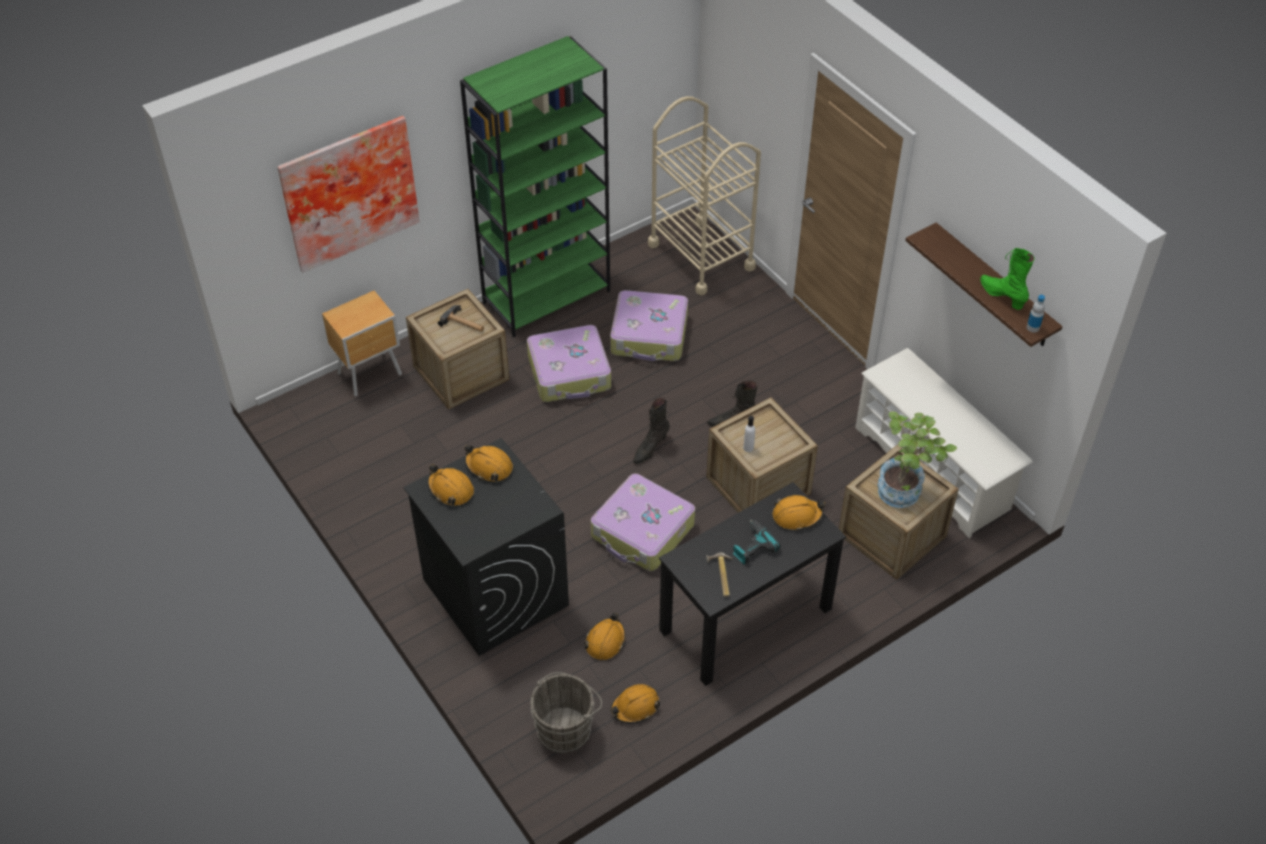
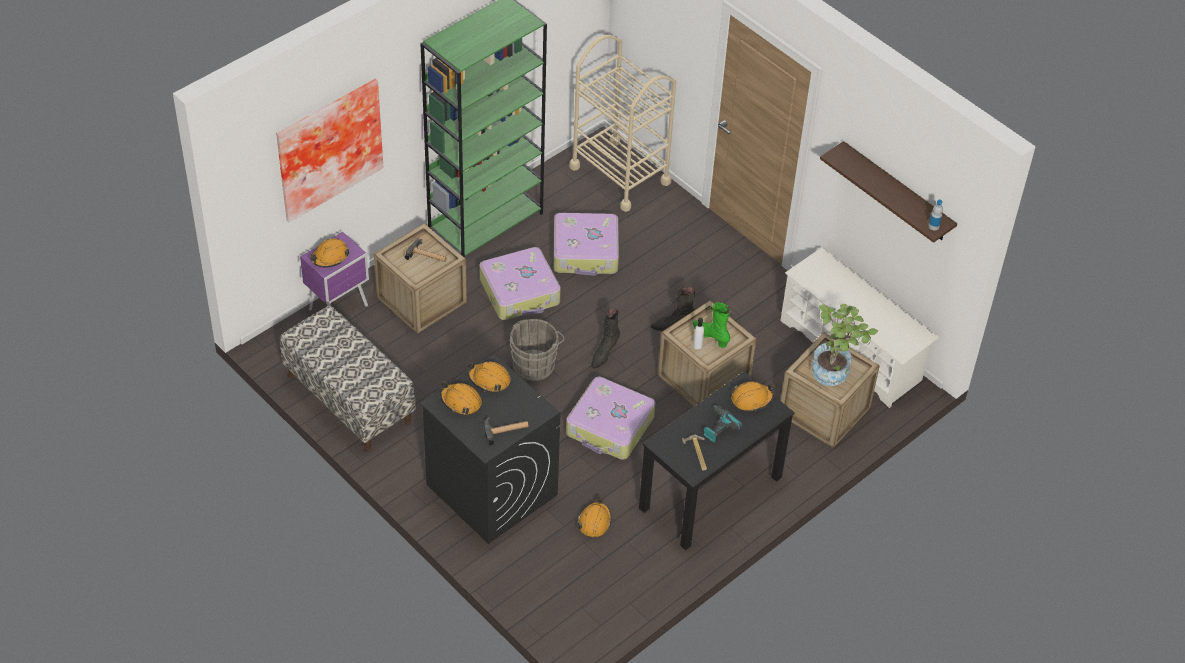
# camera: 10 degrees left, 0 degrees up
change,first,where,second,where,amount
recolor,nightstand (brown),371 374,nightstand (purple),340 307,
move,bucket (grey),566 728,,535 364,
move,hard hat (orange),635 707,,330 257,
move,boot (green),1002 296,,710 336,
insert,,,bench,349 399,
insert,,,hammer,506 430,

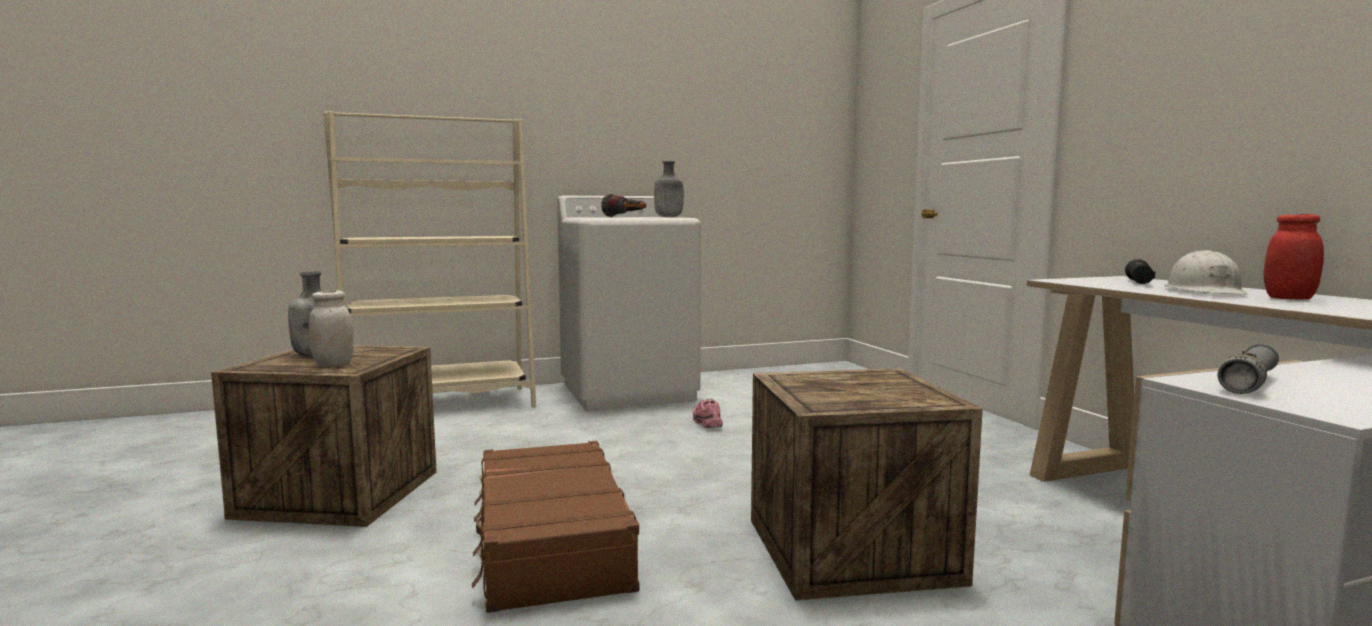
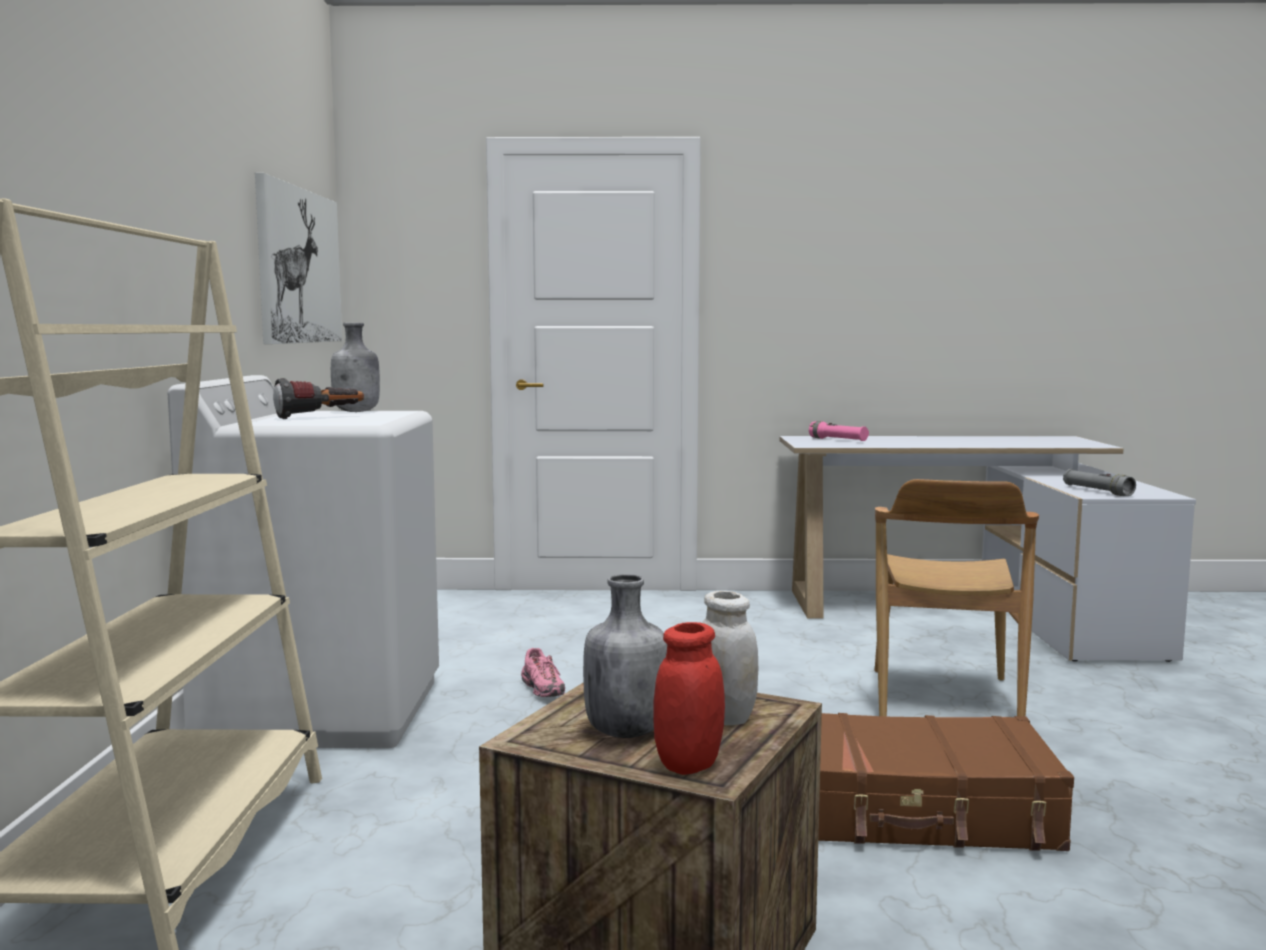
# camera: 70 degrees left, 0 degrees up
change,first,where,second,where,amount
rotate,shoe (pink),707 423,,543 690,120 degrees counterclockwise
replace,crate,851 550,chair (brown),943 698,
recolor,flashlight (black),1138 282,flashlight (pink),838 440,
delete,hard hat (white),1205 291,,,
move,jar (red),1289 298,,689 764,
insert,,,picture,299 266,

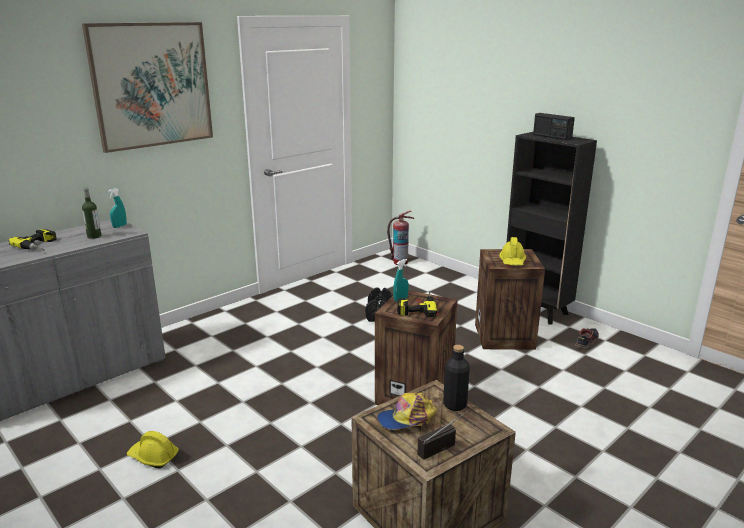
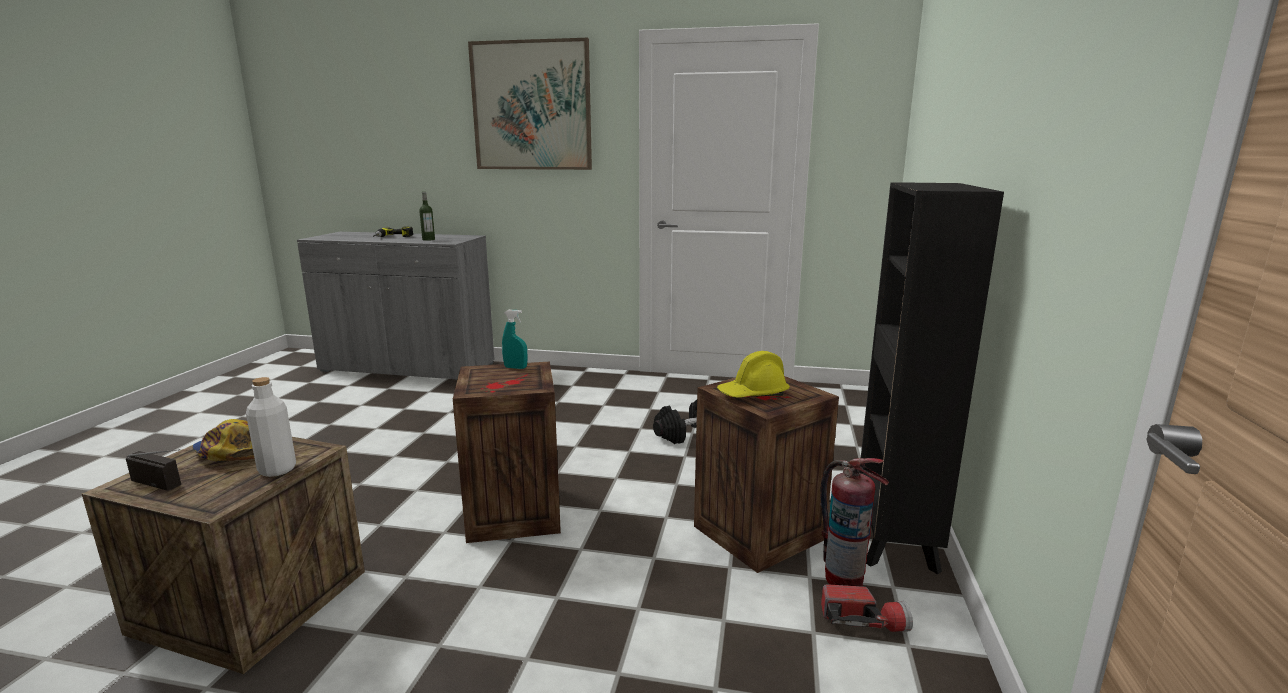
# camera: 55 degrees right, 5 degrees down
change,first,where,second,where,amount
delete,spray bottle (turquoise),119 226,,,
delete,hard hat (yellow),153 457,,,
move,fire extinguisher,400 262,,843 578,
delete,power drill,416 306,,,
recolor,bottle (black),455 405,bottle (white),277 470,
delete,radio,552 137,,,
replace,shoe,586 342,flashlight,863 622,

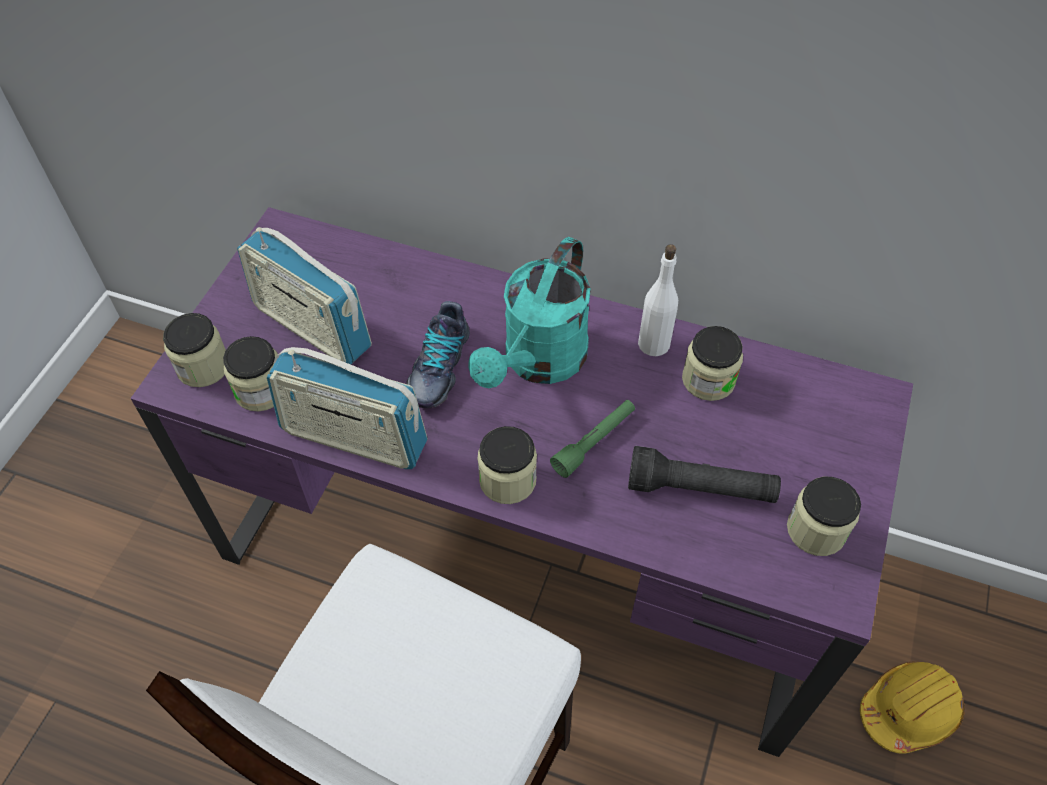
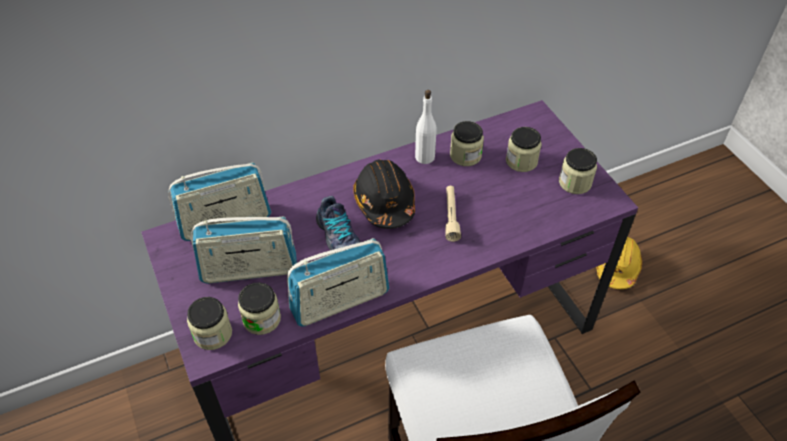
# camera: 45 degrees left, 5 degrees down
change,first,where,second,where,amount
replace,watering can (turquoise),538 363,hard hat (black),384 202,
move,jar,507 480,,521 161,
recolor,flashlight (green),594 442,flashlight (beige),451 216,
delete,flashlight (black),700 489,,,
insert,,,radio,225 222,

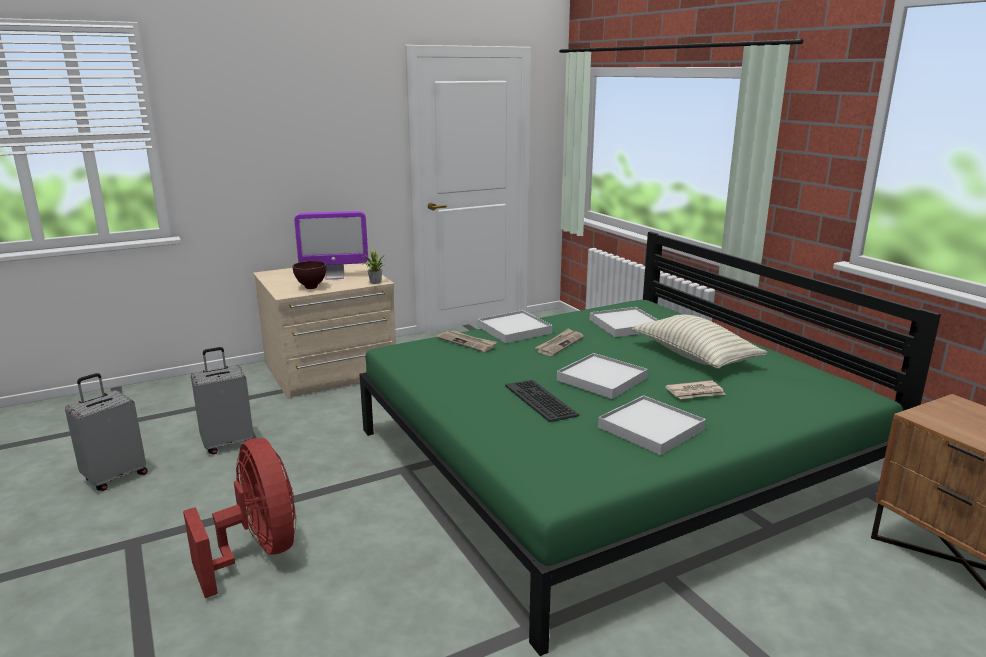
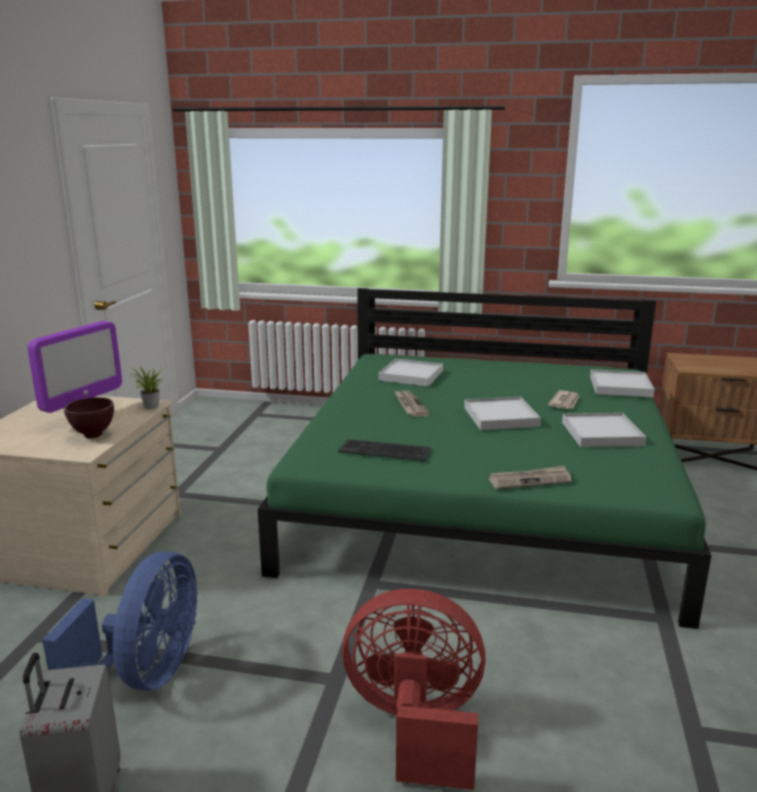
# camera: 50 degrees left, 0 degrees up
change,first,where,second,where,amount
replace,suitcase (grey),228 443,fan (blue),146 674,
move,newspaper,467 342,,530 480,
move,tray (white),514 330,,620 386,
move,keyboard,541 400,,385 450,
delete,pillow,694 357,,,

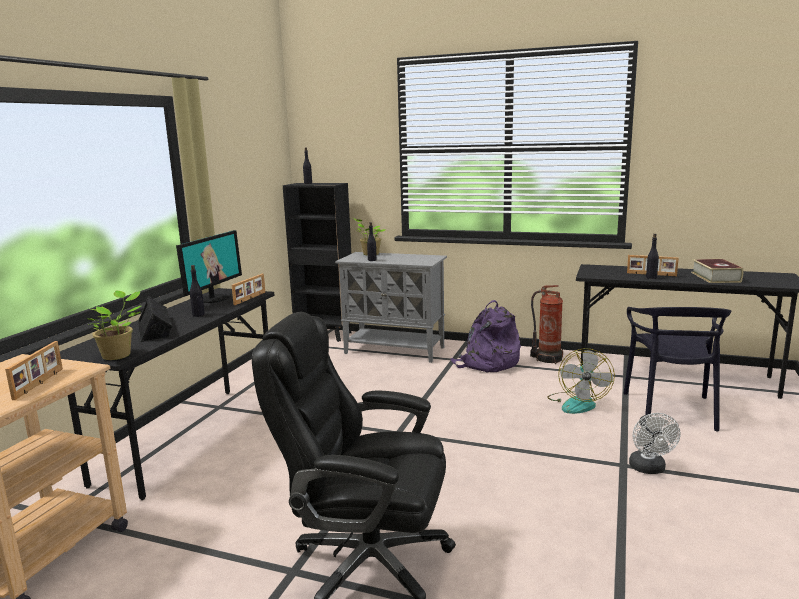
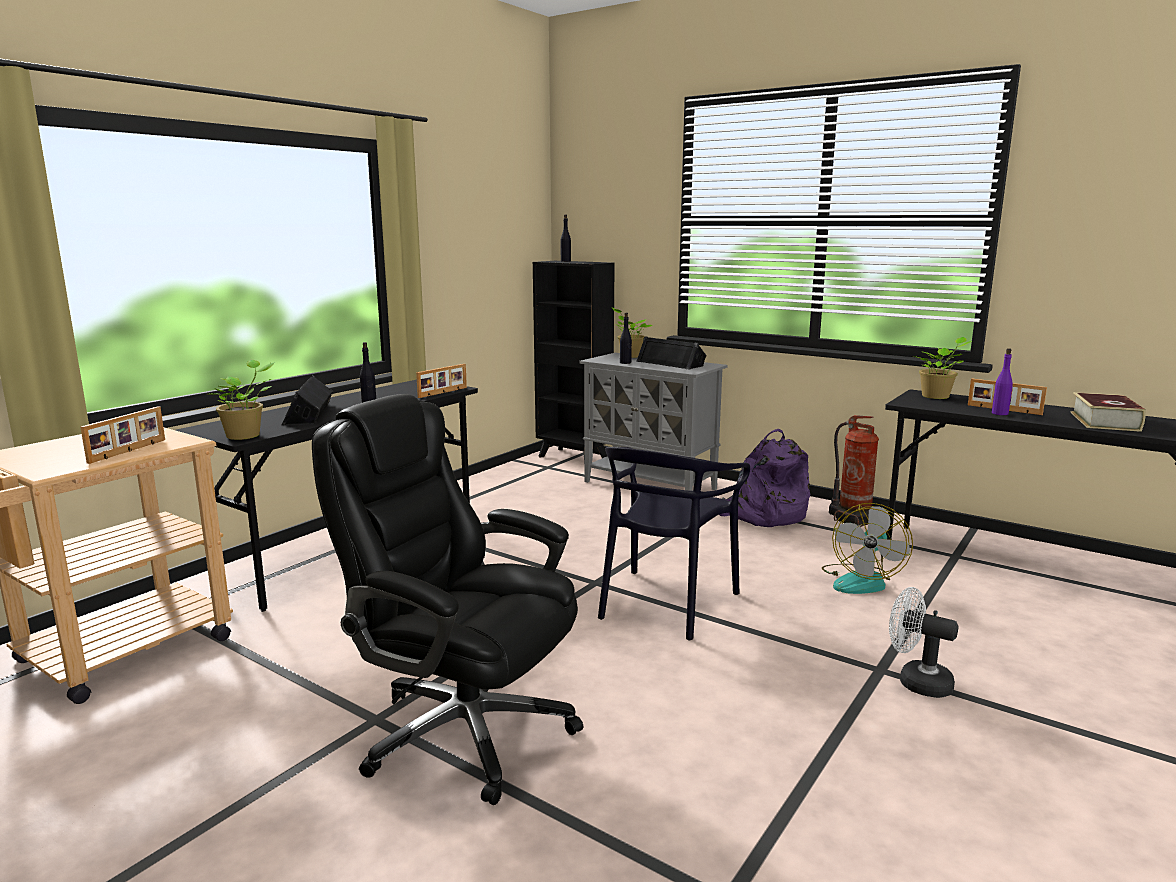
# camera: 15 degrees right, 0 degrees up
change,first,where,second,where,amount
delete,monitor,213 298,,,
move,chair (black),671 410,,666 603,
rotate,fan (white),649 469,,916 682,105 degrees clockwise
recolor,bottle (black),651 277,bottle (purple),999 413,
insert,,,speaker (black),671 363,
insert,,,potted plant,937 397,

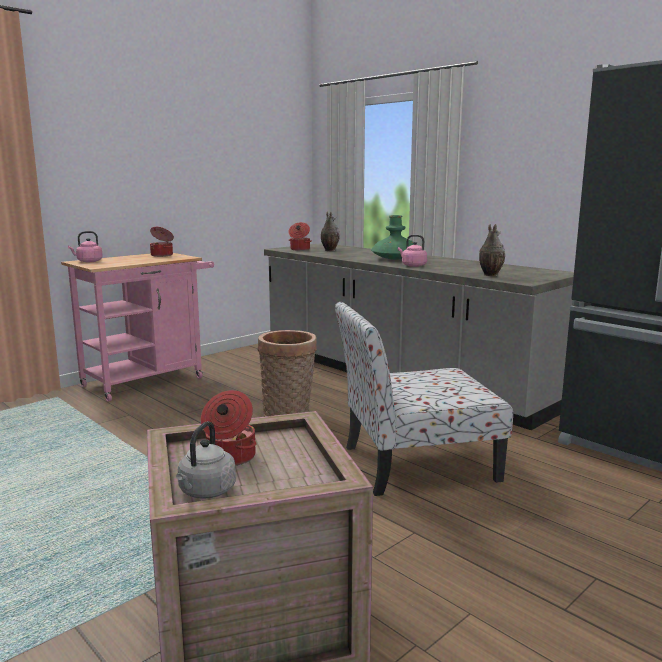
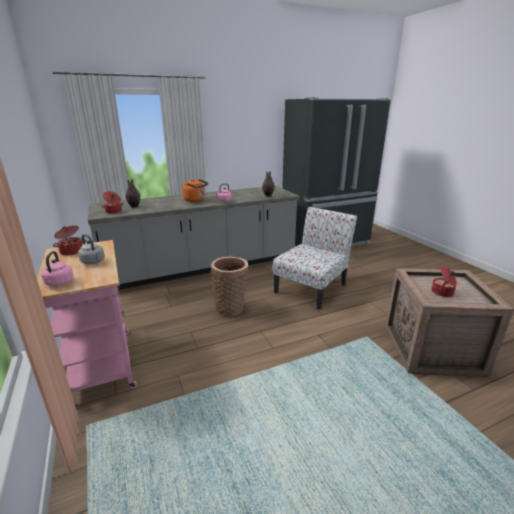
# camera: 70 degrees left, 10 degrees up
change,first,where,second,where,amount
move,kettle (grey),205 492,,93 262,
rotate,chair,415 464,,311 287,150 degrees counterclockwise
replace,vase (green),395 259,kettle (orange),195 200,

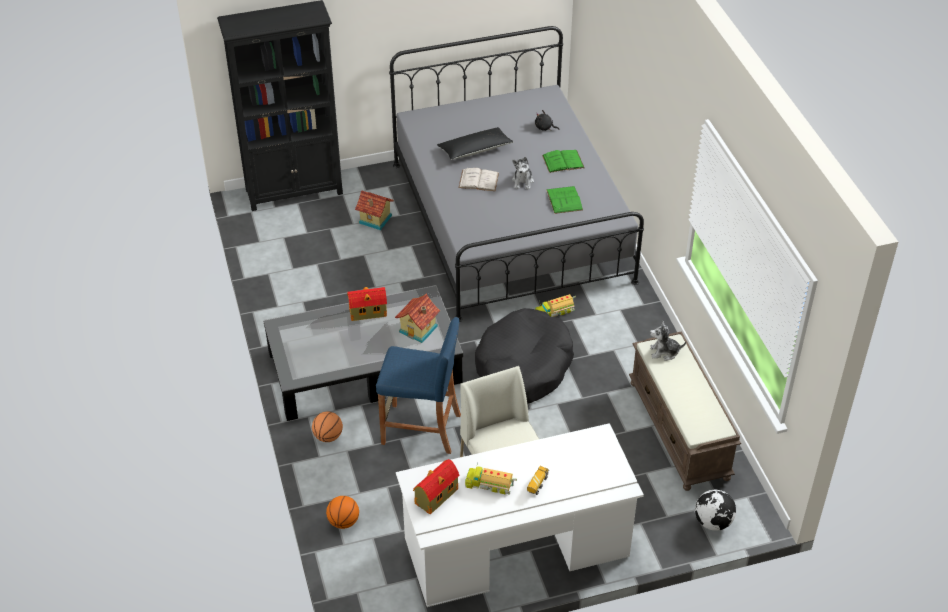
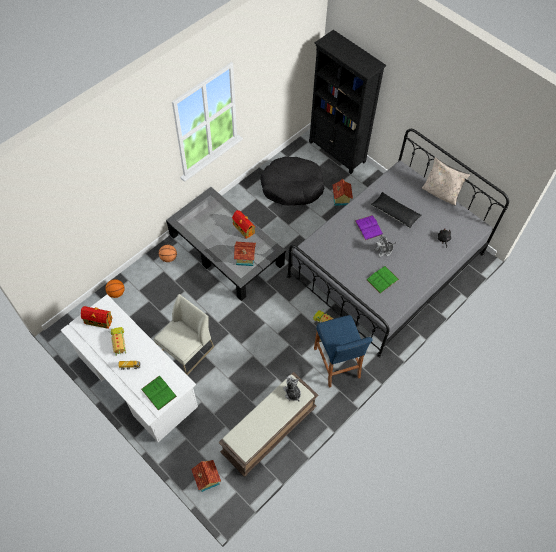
# camera: 60 degrees right, 15 degrees up
change,first,where,second,where,amount
move,stool (blue),421 429,,336 362,
recolor,book (white),478 180,book (purple),368 227,
move,dog bed (black),523 367,,292 186,
move,book (green),563 161,,158 392,
replace,globe,713 522,toy house,206 479,
insert,,,pillow (beige),440 193,

